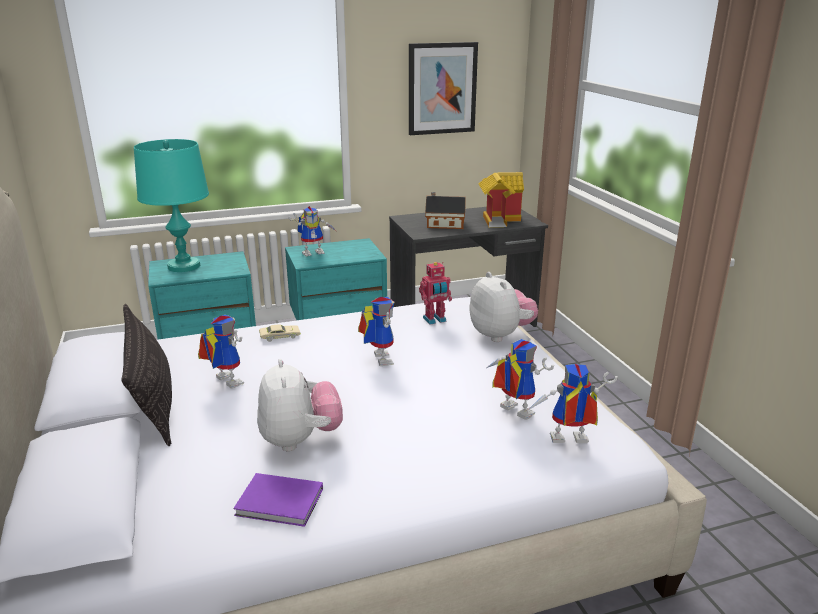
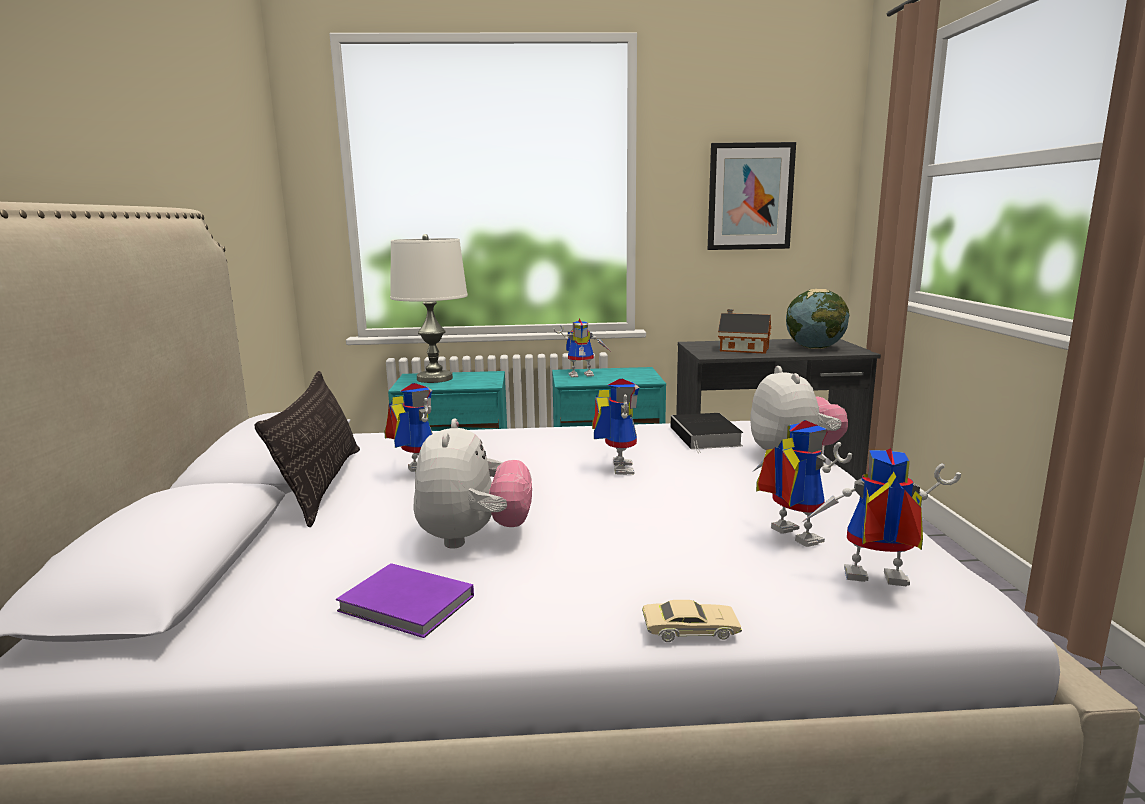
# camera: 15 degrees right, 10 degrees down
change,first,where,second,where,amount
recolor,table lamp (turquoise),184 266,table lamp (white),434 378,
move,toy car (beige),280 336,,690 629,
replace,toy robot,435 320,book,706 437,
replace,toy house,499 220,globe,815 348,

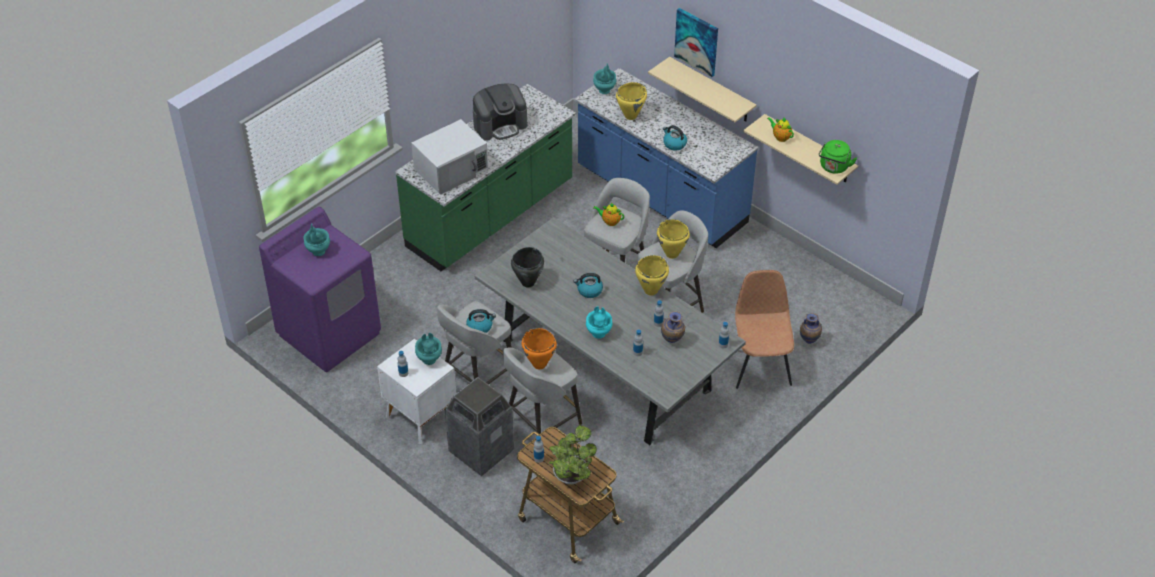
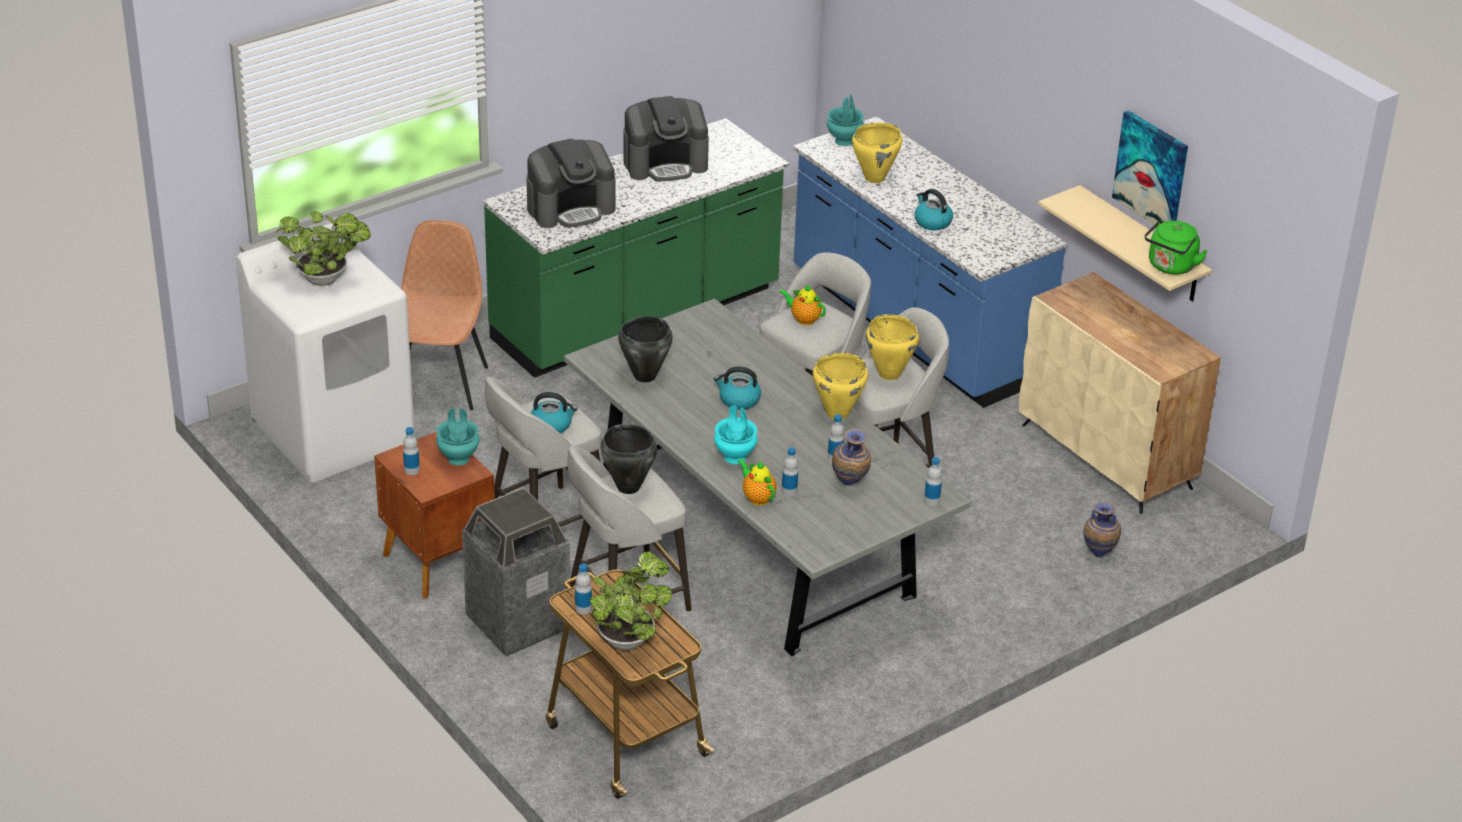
# camera: 10 degrees right, 10 degrees down
change,first,where,second,where,amount
recolor,washing machine (purple),330 334,washing machine (white),335 434,
replace,vase (turquoise),318 251,potted plant,326 279,
recolor,nightstand (white),419 416,nightstand (brown),436 562,
replace,microwave (white),452 169,coffee machine,571 208,
recolor,cooking pot (orange),539 364,cooking pot (black),628 487,
delete,shelf (beige),711 90,,,
move,picture,697 41,,1151 171,
move,chair (brown),760 366,,439 382,
move,teapot,780 137,,757 497,
insert,,,cabinet (beige),1107 457,

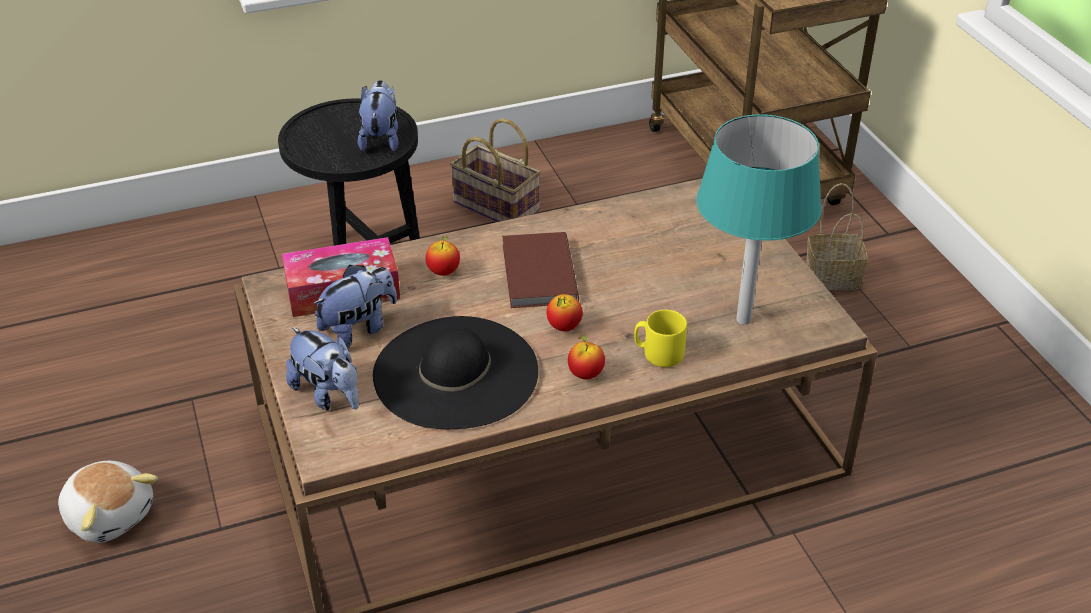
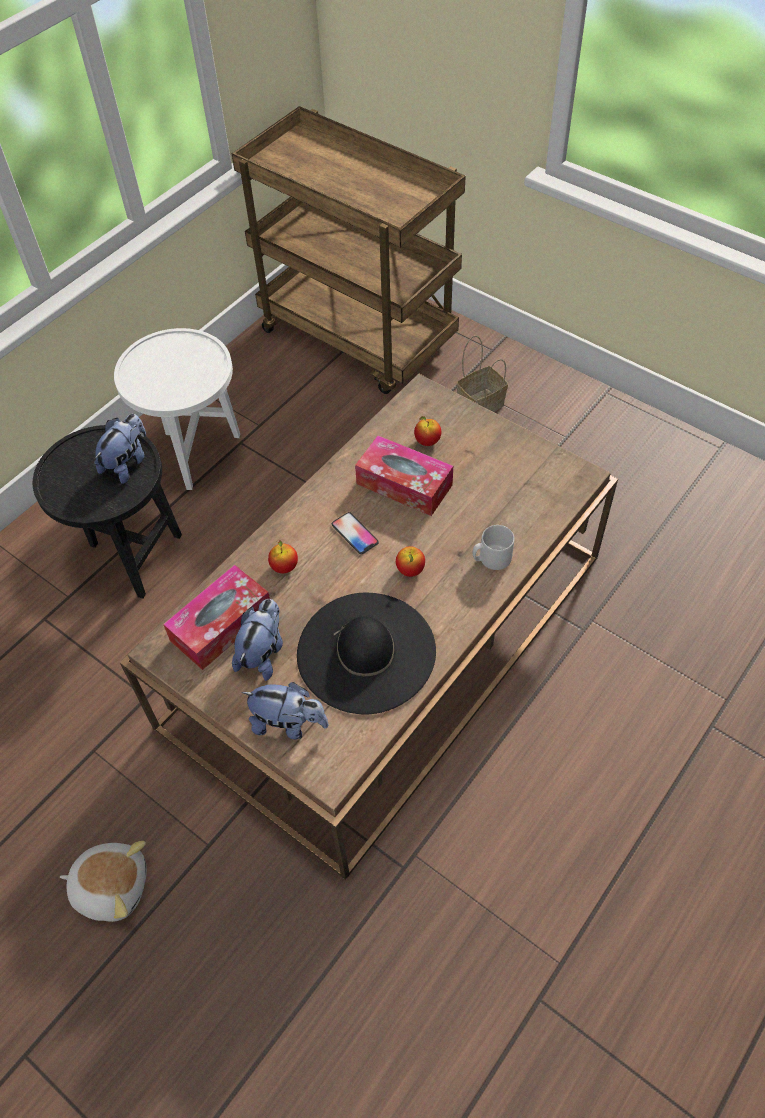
# camera: 30 degrees left, 15 degrees up
change,first,where,second,where,amount
rotate,plush toy,381 138,,127 463,60 degrees clockwise
replace,basket,493 206,side table (white),197 457,
replace,book (brown),536 274,phone,355 534,
move,apple,585 374,,427 441,
recolor,mug (yellow),658 353,mug (grey),491 558,
delete,table lamp (turquoise),743 320,,,
insert,,,tissue box,404 484,

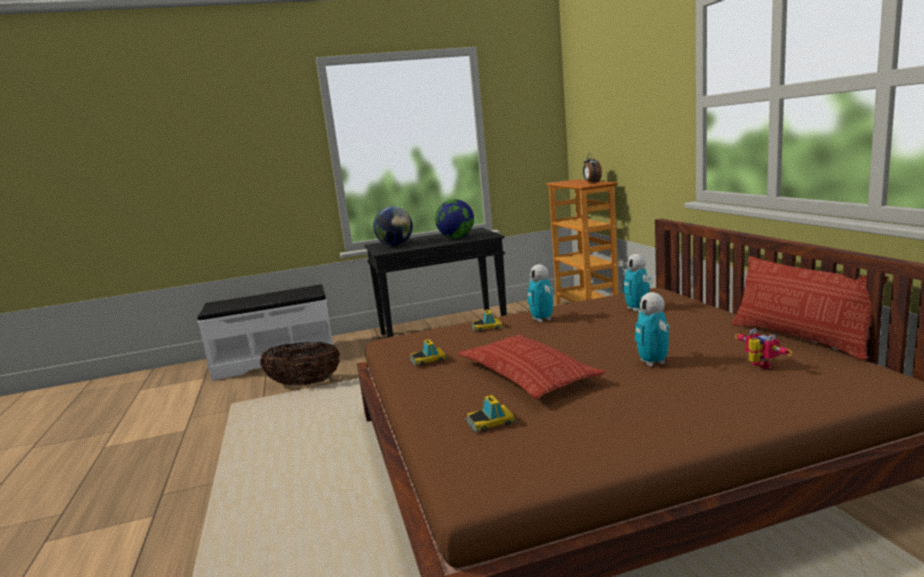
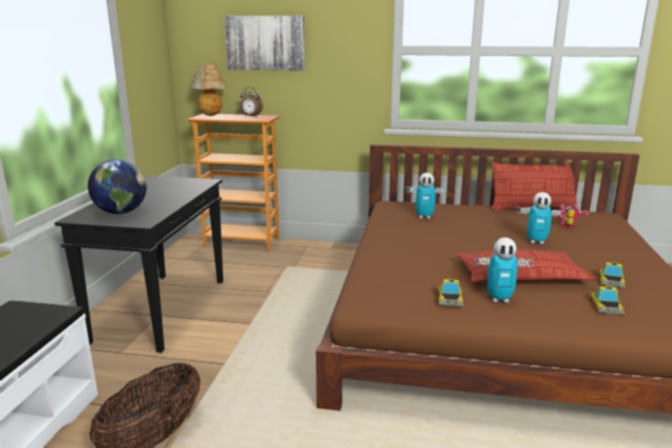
# camera: 65 degrees left, 5 degrees up
change,first,where,second,where,amount
delete,globe,456 238,,,
move,toy car,487 327,,611 280,
move,toy robot,542 319,,499 299,
insert,,,table lamp,211 115,
insert,,,picture,265 43,

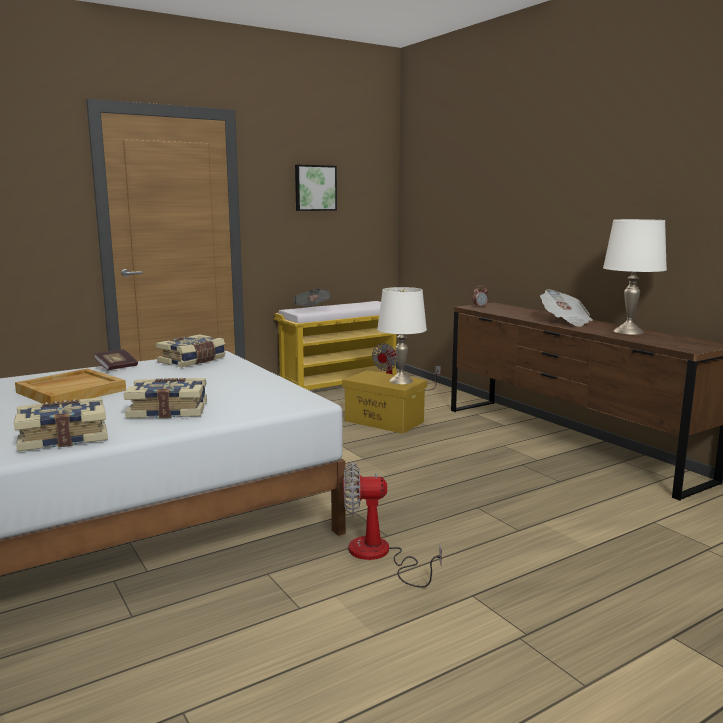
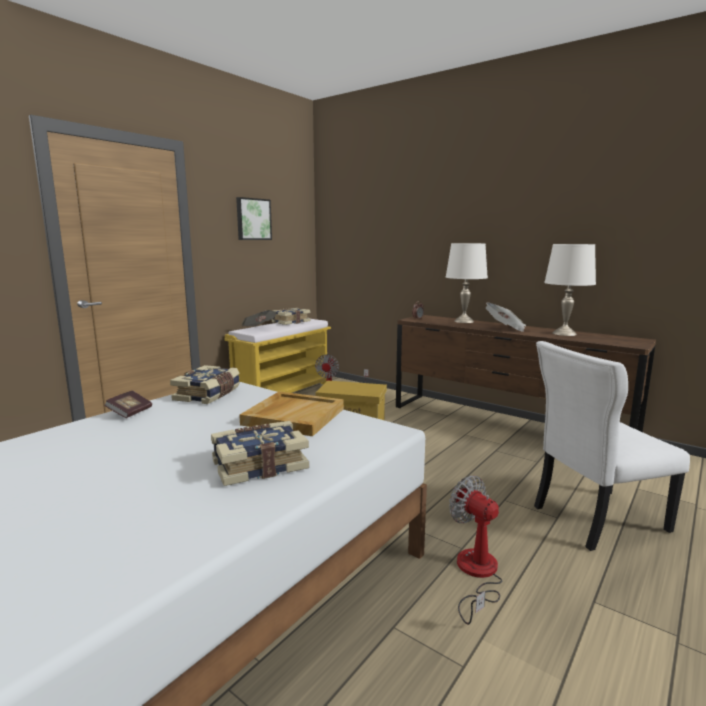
# camera: 20 degrees left, 0 degrees up
change,first,where,second,where,amount
move,book,63 437,,290 322,
move,tray (beige),71 391,,293 416,
rotate,fan,379 555,,476 574,75 degrees clockwise
move,table lamp (white),401 381,,464 321,
insert,,,chair (white),594 519,

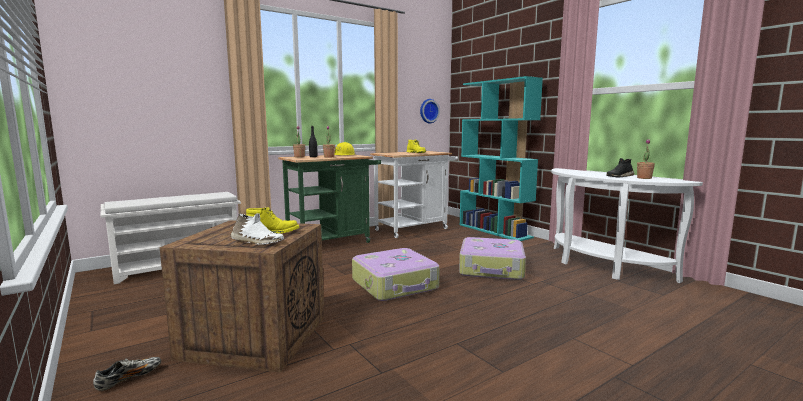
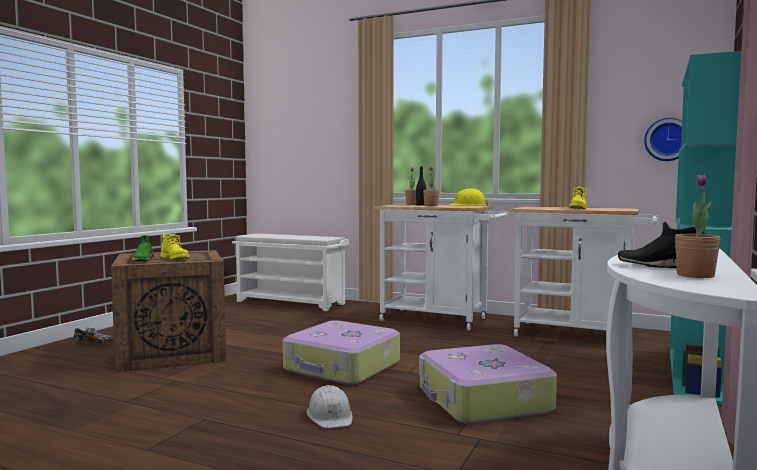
# camera: 60 degrees right, 5 degrees down
change,first,where,second,where,amount
recolor,shoe (white),256 242,shoe (green),143 260,
recolor,cart (green),333 242,cart (white),440 320,
insert,,,hard hat (white),330 416,

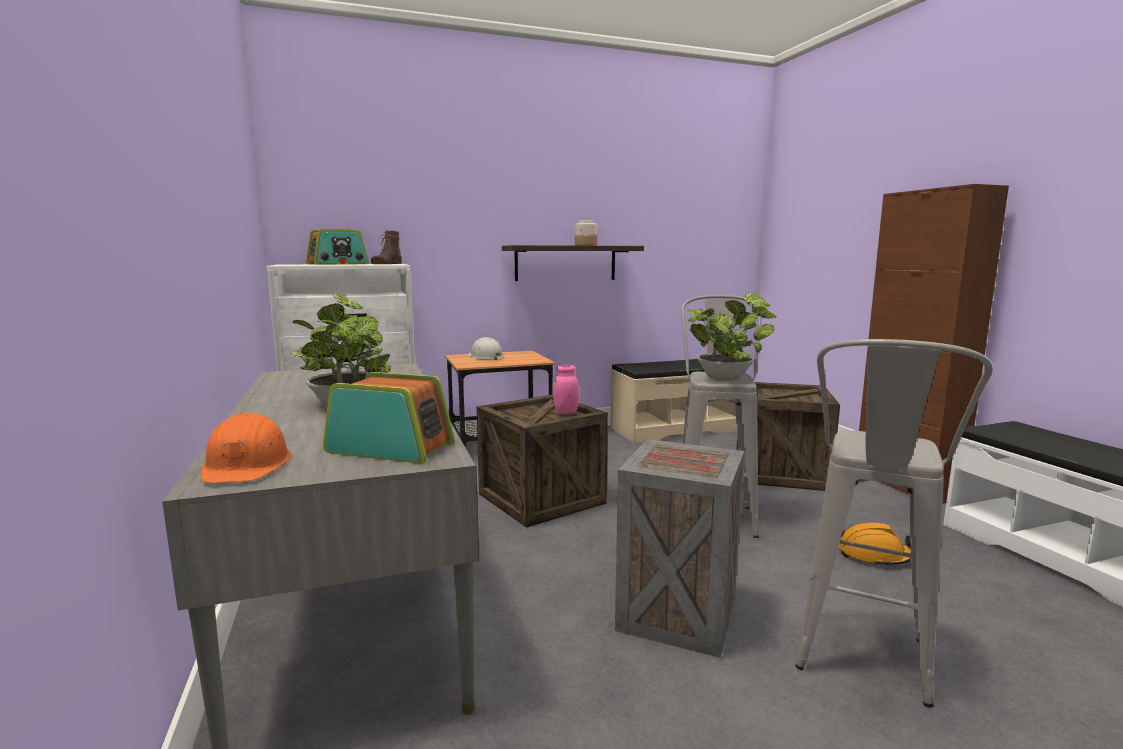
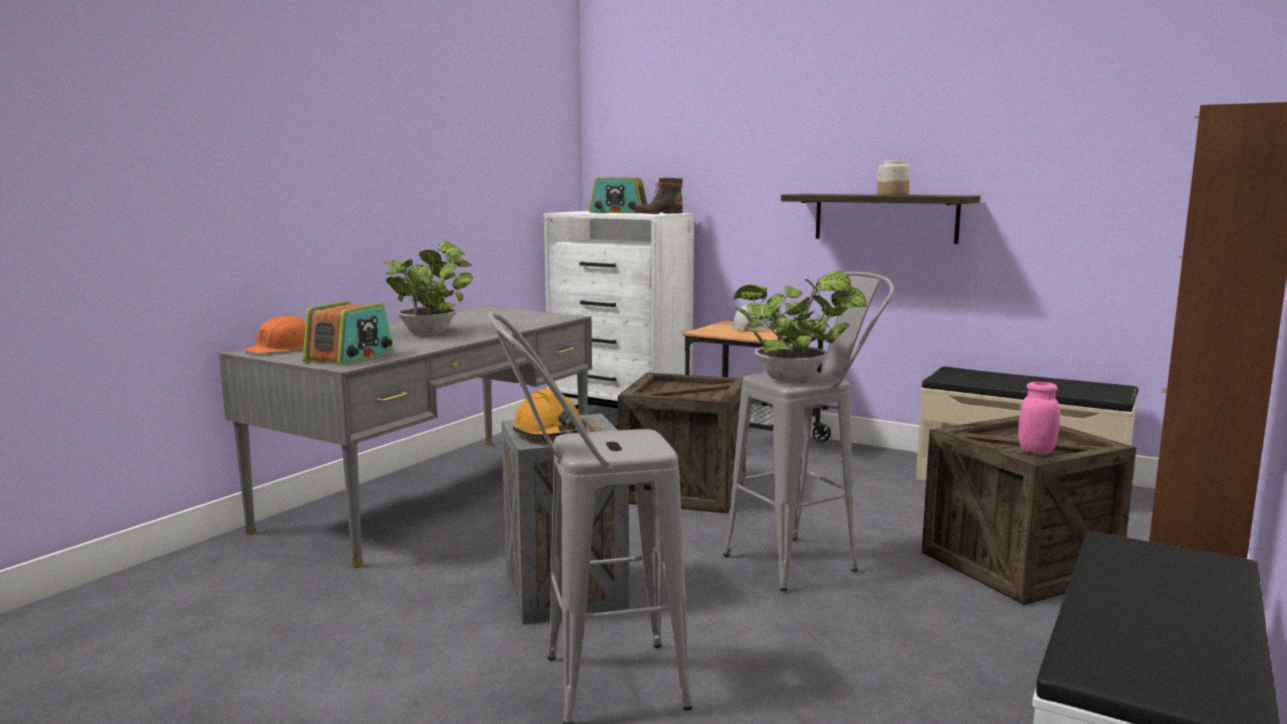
# camera: 50 degrees right, 0 degrees up
change,first,where,second,where,amount
rotate,radio,391 448,,350 356,45 degrees clockwise
move,jar (pink),566 412,,1036 451,
move,hard hat (orange),874 556,,550 433,

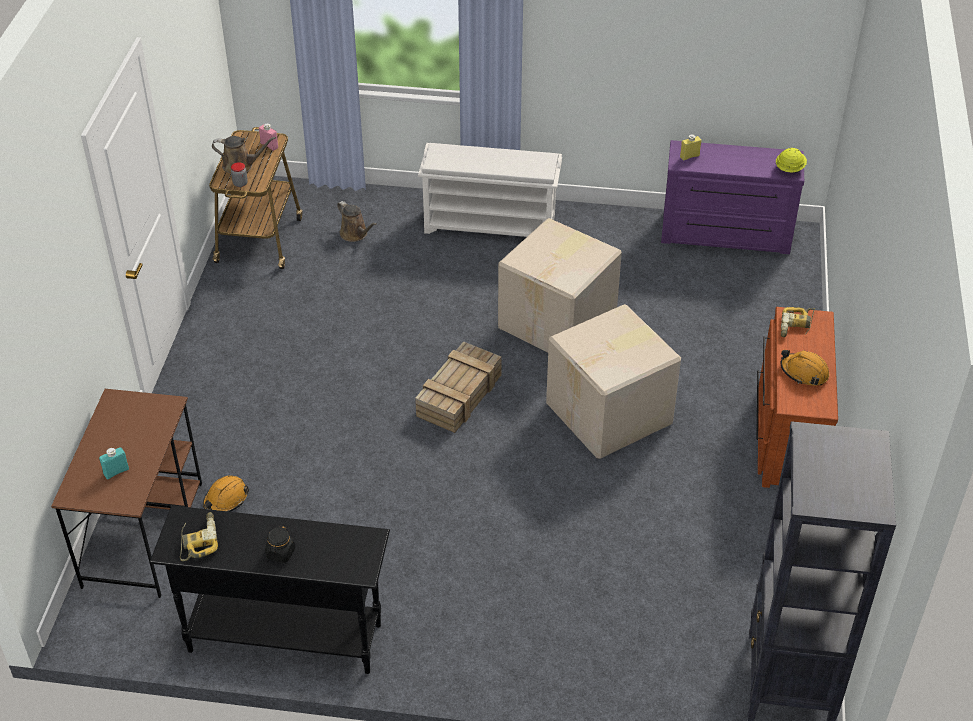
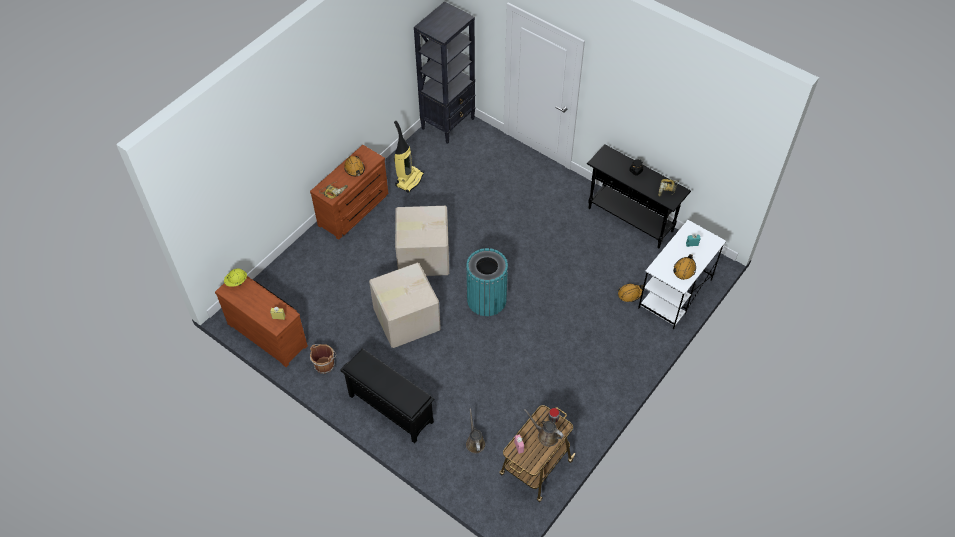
# camera: 150 degrees left, 10 degrees up
change,first,where,second,where,amount
recolor,desk (brown),143 533,desk (white),675 294,
replace,crate,459 394,trash can (turquoise),486 300,
recolor,shoe rack (white),491 224,shoe rack (black),389 409,
recolor,dresser (purple),725 235,dresser (brown),268 333,
insert,,,bucket (brown),325 364,
insert,,,vacuum cleaner,409 180,
insert,,,hard hat (orange),684 269,

